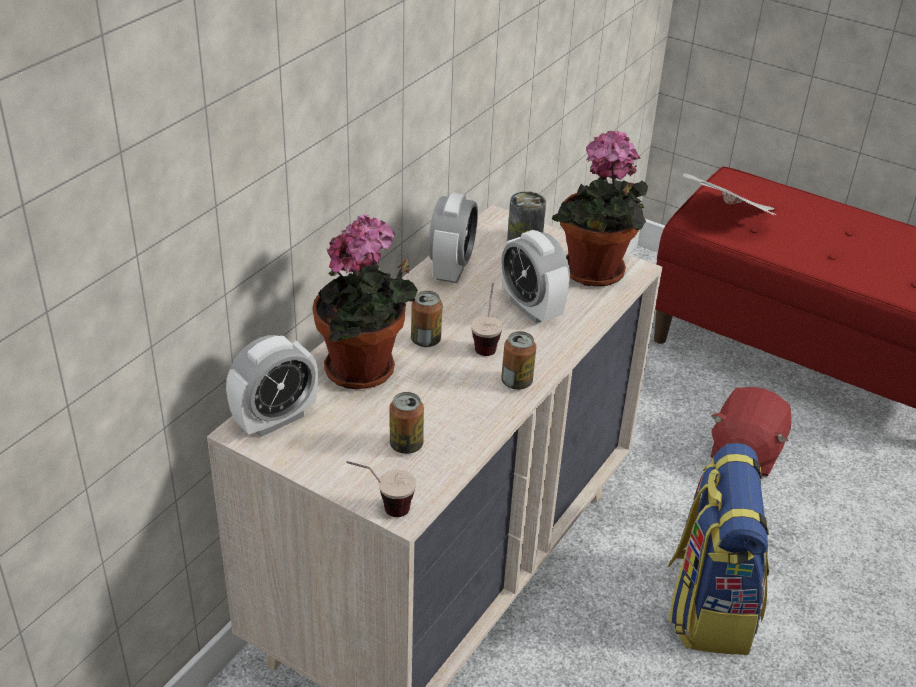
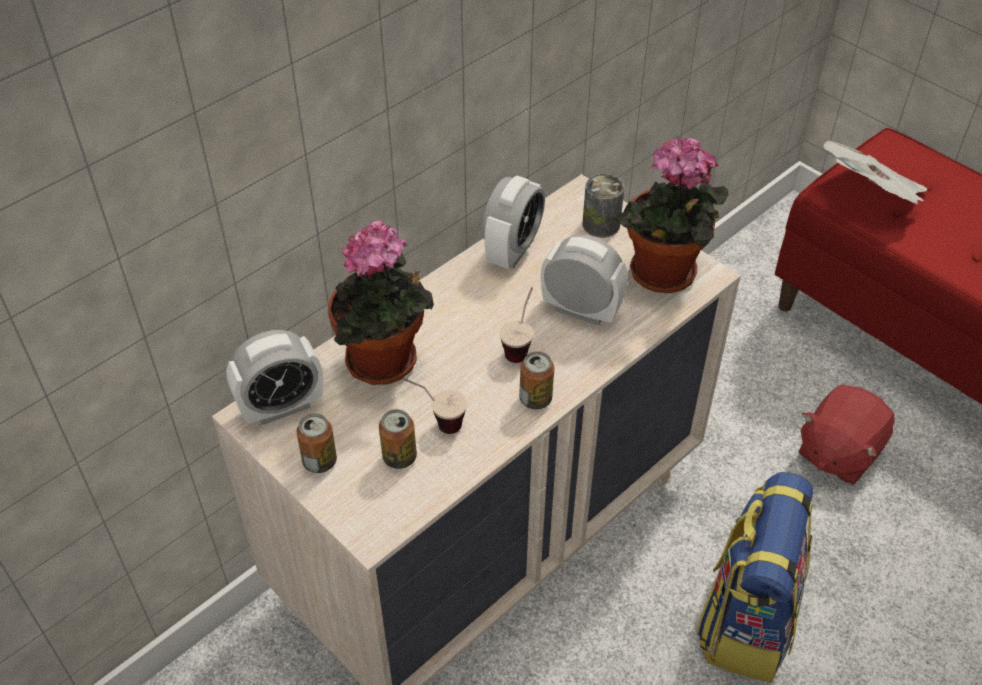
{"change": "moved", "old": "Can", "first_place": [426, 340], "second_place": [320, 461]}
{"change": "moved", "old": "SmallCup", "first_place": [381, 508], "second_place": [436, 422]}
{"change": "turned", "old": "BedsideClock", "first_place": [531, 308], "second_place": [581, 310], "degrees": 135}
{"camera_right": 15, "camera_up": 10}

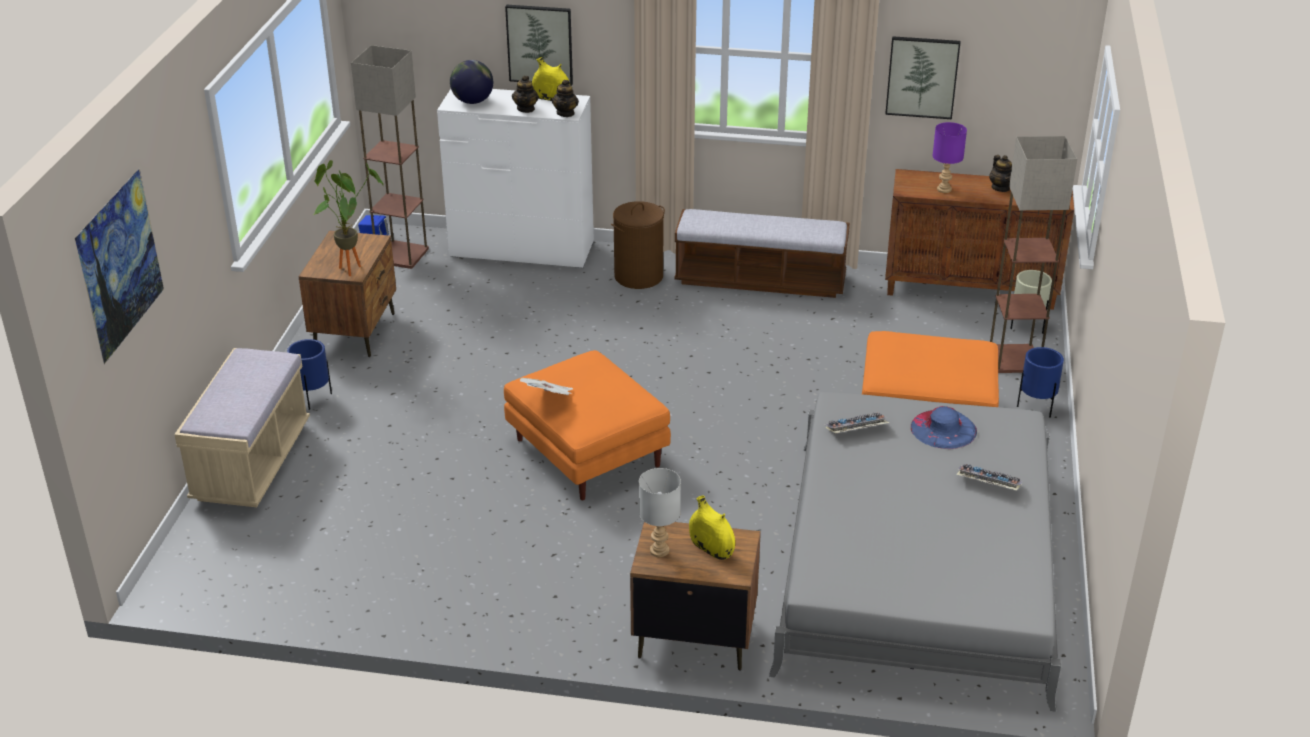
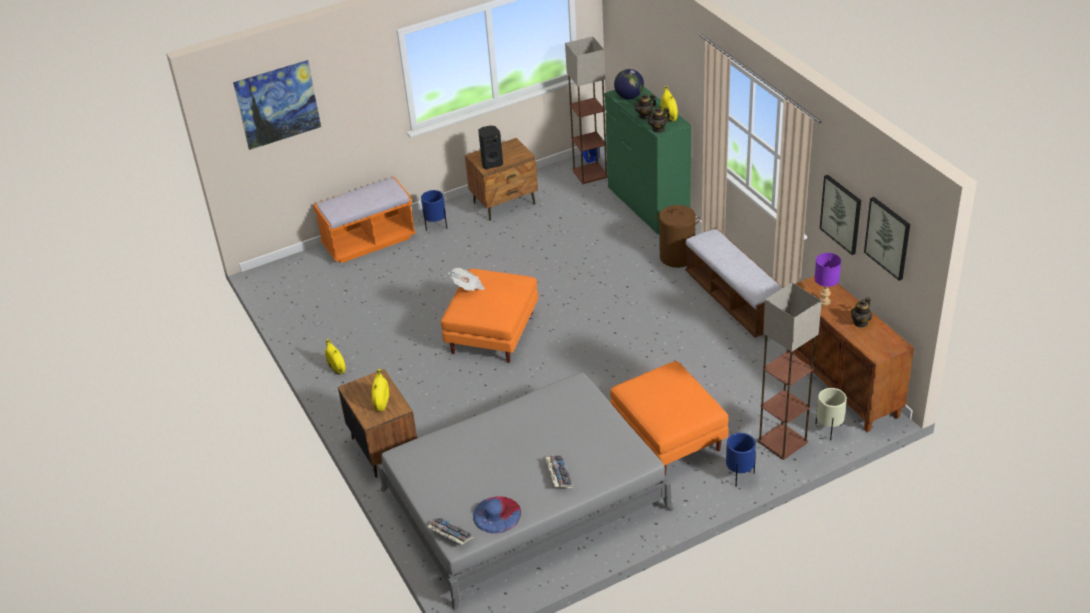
{"change": "recoloured", "old": "SandColouredIndoorBench", "new": "OrangeIndoorBench", "first_place": [252, 463], "second_place": [369, 241]}
{"change": "added", "new": "YellowColouredDecorativeVase", "second_place": [336, 367]}
{"change": "moved", "old": "Keyboard", "first_place": [855, 430], "second_place": [450, 534]}
{"change": "moved", "old": "BluishWearableHat", "first_place": [943, 429], "second_place": [497, 514]}
{"change": "replaced", "old": "Houseplant", "new": "BlackishSpeaker", "first_place": [351, 267], "second_place": [491, 163]}
{"change": "recoloured", "old": "WhitishDresser", "new": "GreenColouredDresser", "first_place": [522, 250], "second_place": [648, 205]}
{"change": "moved", "old": "Picture", "first_place": [540, 44], "second_place": [888, 238]}
{"change": "removed", "old": "GreyishTableLamp", "first_place": [658, 551]}
{"camera_right": 55, "camera_up": 5}

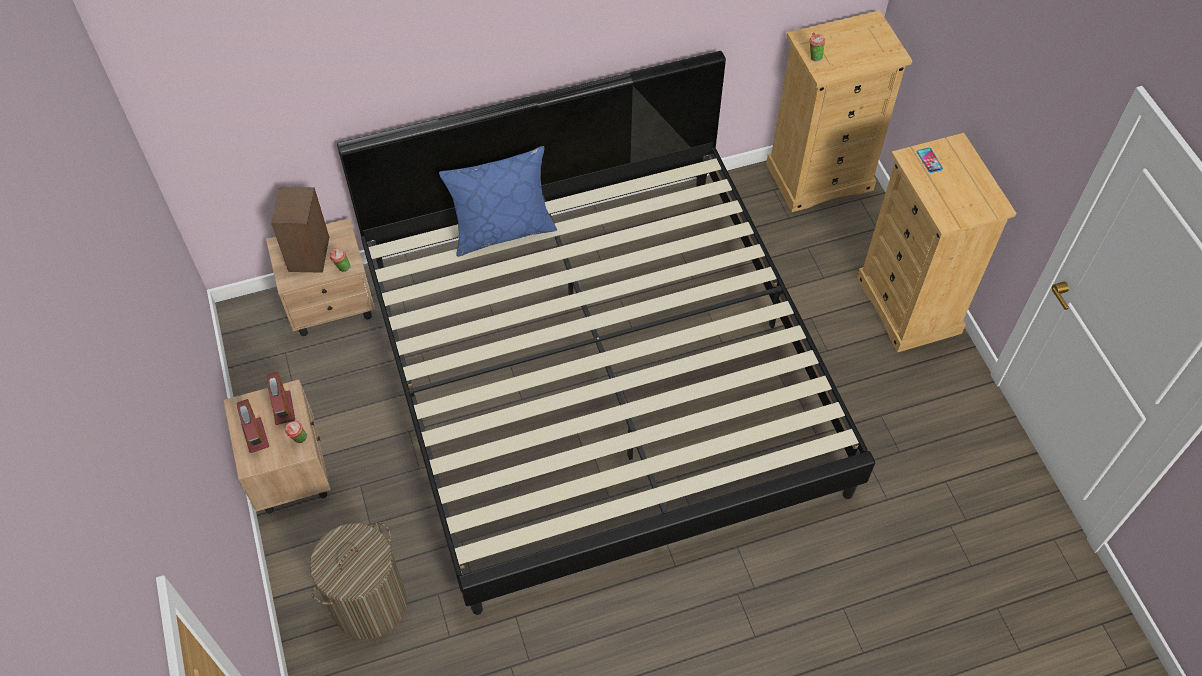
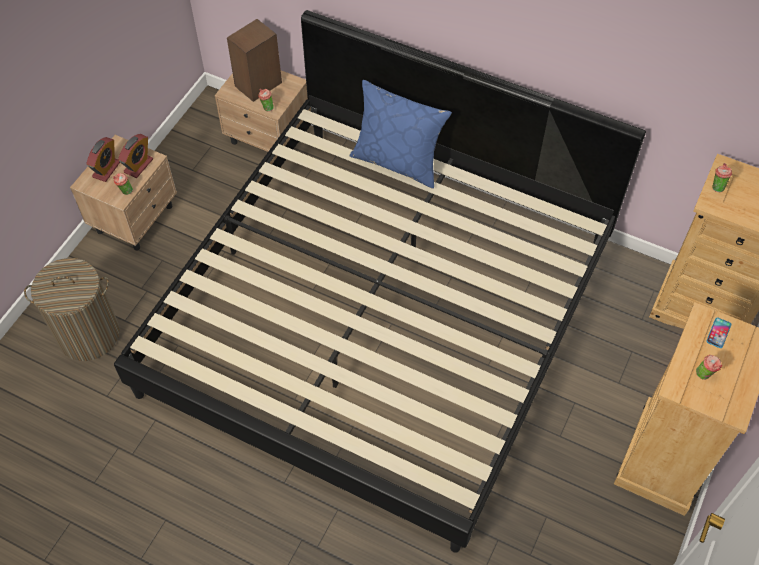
{"change": "added", "new": "SmallCup", "second_place": [705, 375]}
{"camera_right": 45, "camera_up": 0}

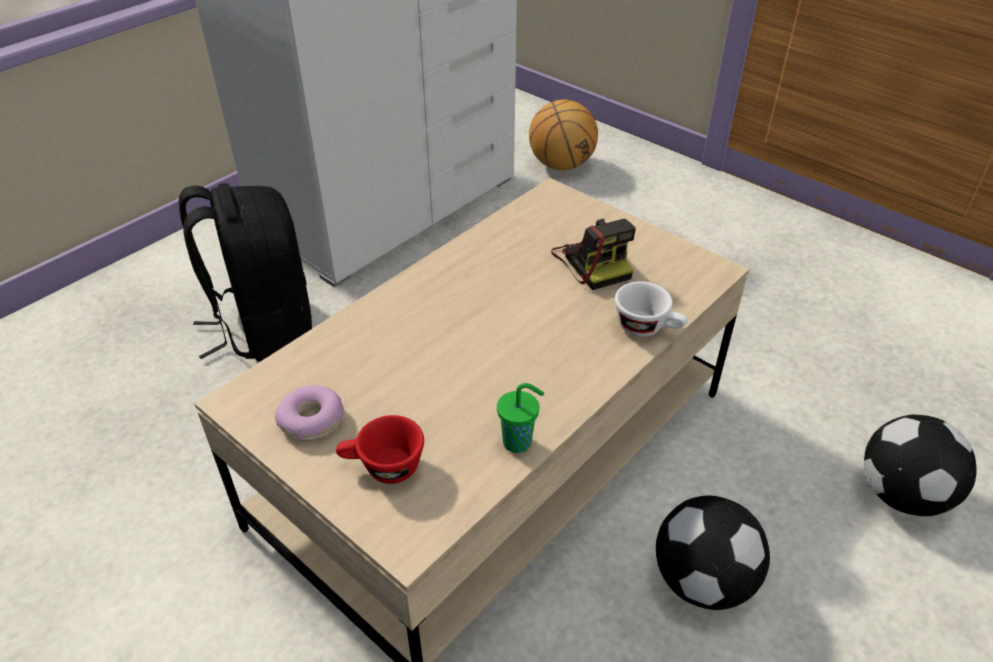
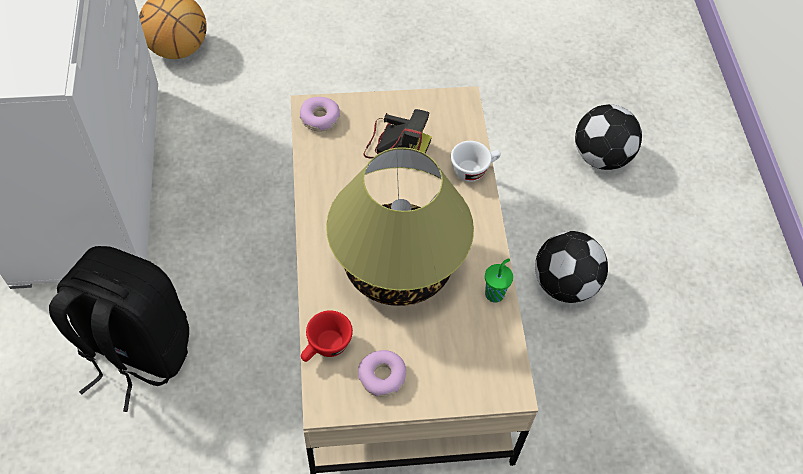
{"change": "added", "new": "RingDoughnut", "second_place": [320, 119]}
{"change": "moved", "old": "ReddishSmallCup", "first_place": [383, 468], "second_place": [325, 348]}
{"change": "added", "new": "TableLamp", "second_place": [398, 268]}
{"camera_right": -50, "camera_up": 15}

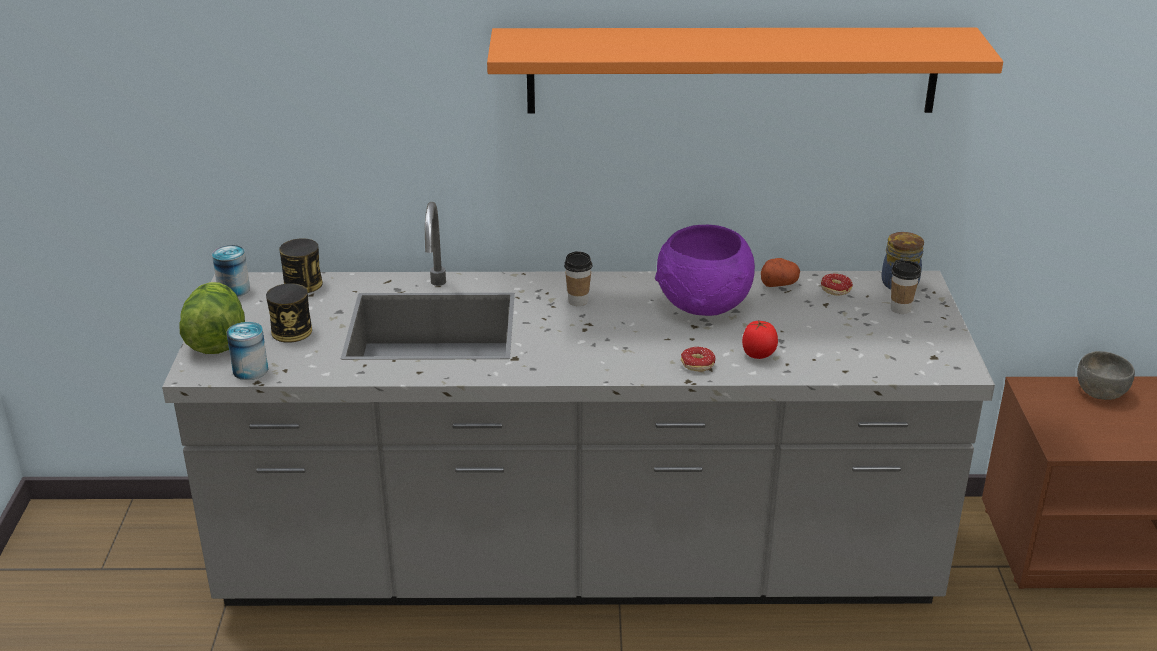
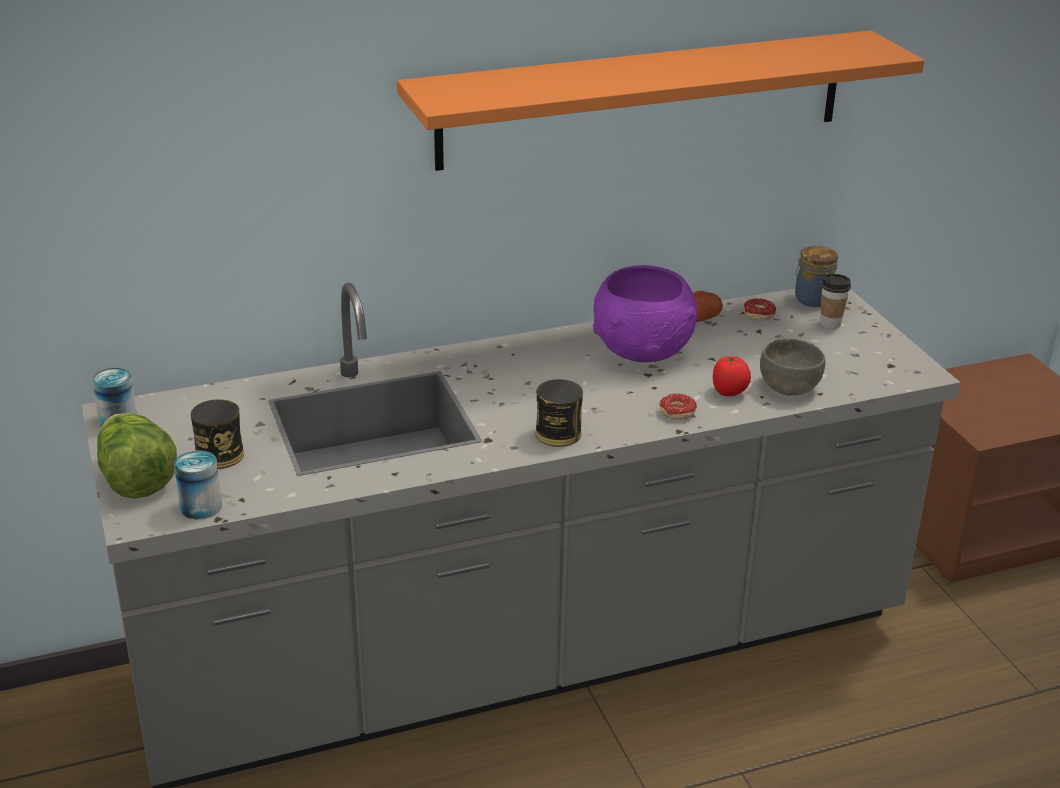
{"change": "moved", "old": "Can", "first_place": [303, 284], "second_place": [558, 434]}
{"change": "moved", "old": "GreyishServingBowl", "first_place": [1100, 391], "second_place": [789, 386]}
{"change": "removed", "old": "SmallCup", "first_place": [578, 301]}
{"camera_right": -20, "camera_up": 0}

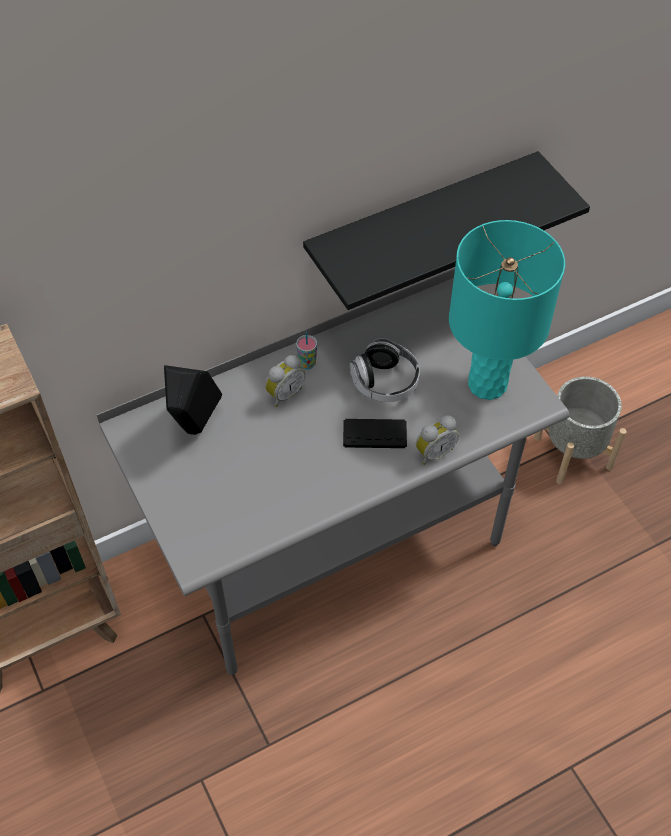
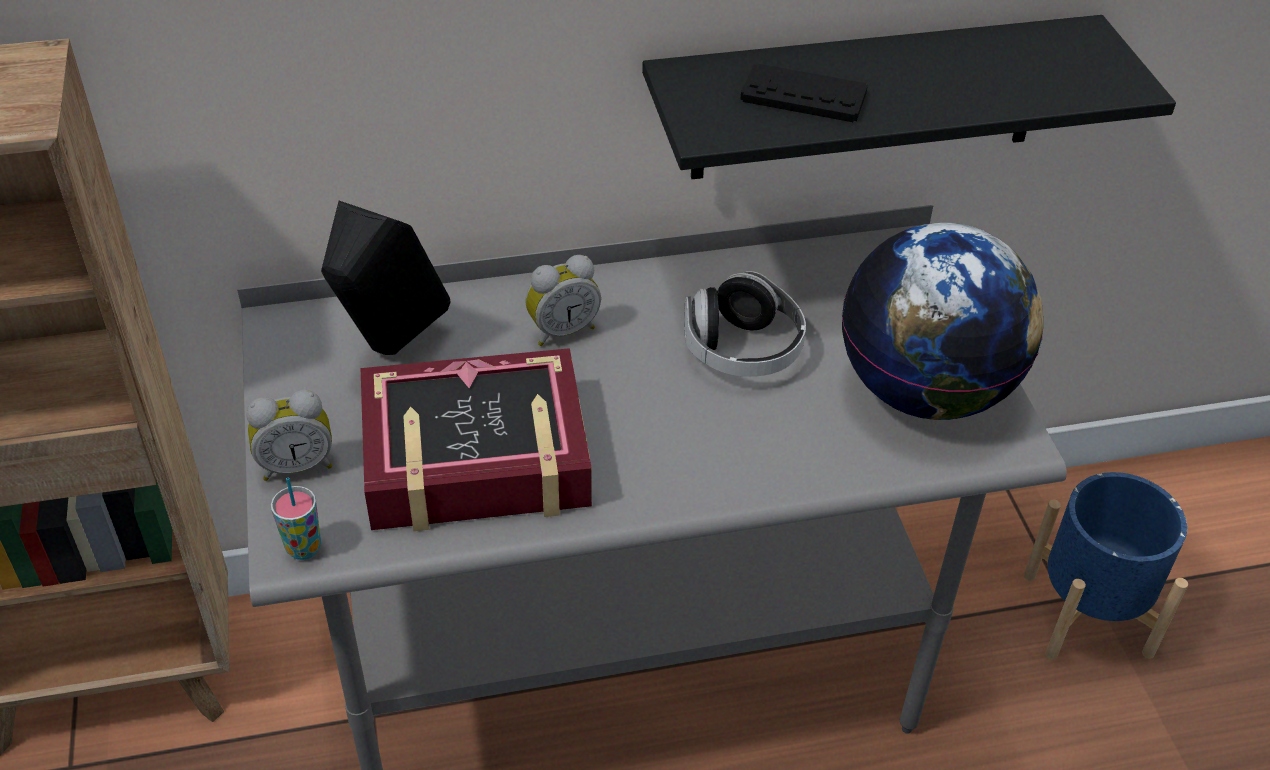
{"change": "moved", "old": "BedsideClock", "first_place": [433, 452], "second_place": [296, 465]}
{"change": "moved", "old": "SmallCup", "first_place": [307, 364], "second_place": [303, 548]}
{"change": "added", "new": "BoundBook", "second_place": [476, 458]}
{"change": "moved", "old": "BlackishGameController", "first_place": [374, 434], "second_place": [803, 96]}
{"change": "replaced", "old": "BlueGreenTableLamp", "new": "WorldGlobe", "first_place": [488, 384], "second_place": [926, 391]}
{"change": "recoloured", "old": "GreyishPlantPot", "new": "BluishPlantPot", "first_place": [572, 452], "second_place": [1087, 613]}
{"camera_right": 15, "camera_up": -10}

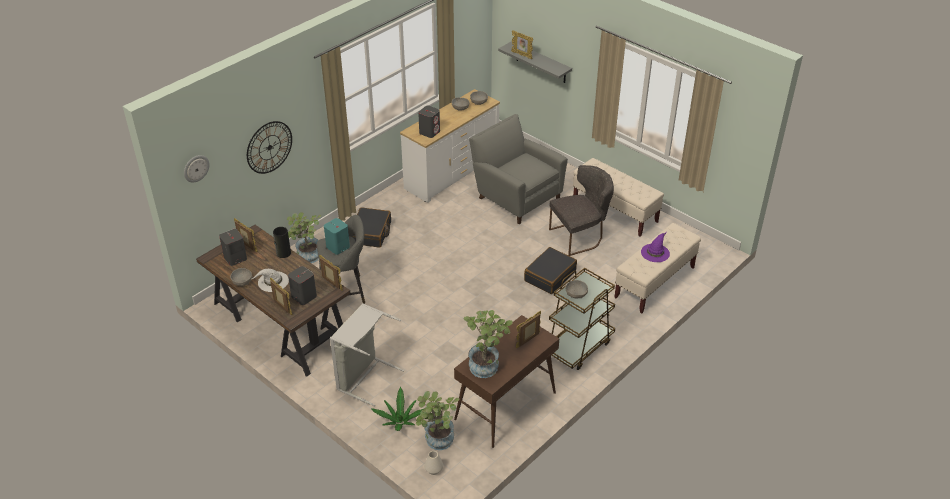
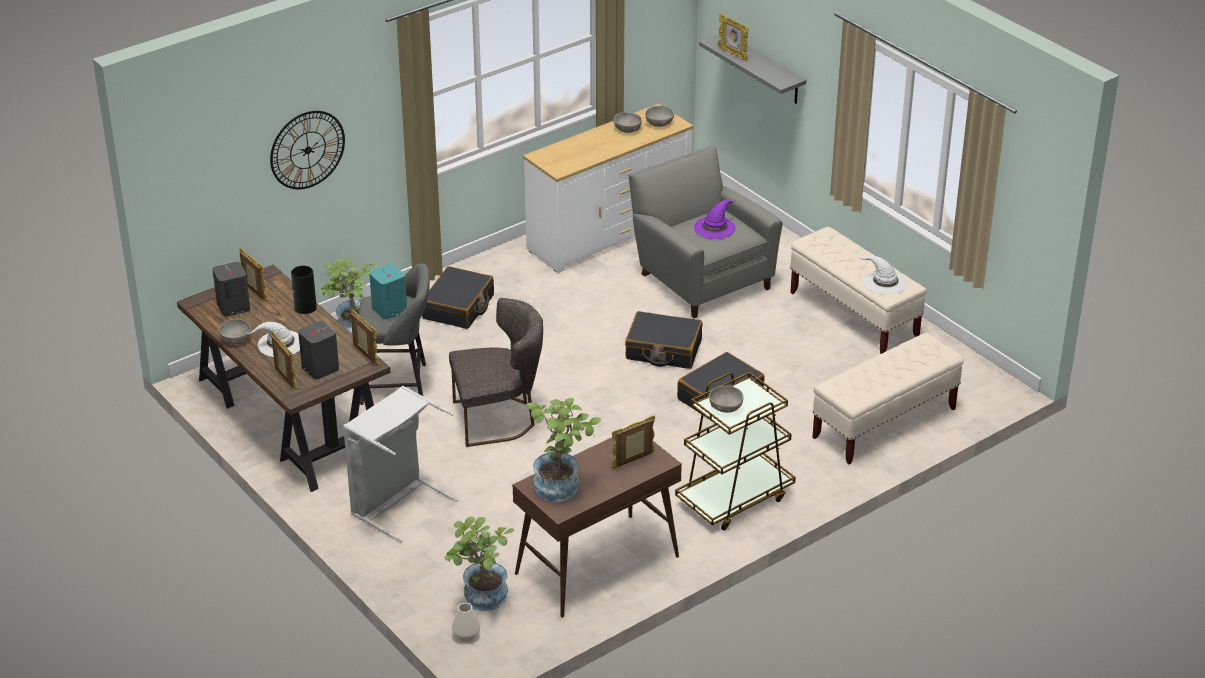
{"change": "moved", "old": "GreyishPlainChair", "first_place": [580, 236], "second_place": [499, 418]}
{"change": "added", "new": "BlackishPieceOfLuggage", "second_place": [663, 350]}
{"change": "moved", "old": "PurpleWearableHat", "first_place": [655, 252], "second_place": [715, 227]}
{"change": "added", "new": "WhitishWearableHat", "second_place": [884, 282]}
{"change": "removed", "old": "WallClock", "first_place": [196, 168]}
{"change": "removed", "old": "Houseplant", "first_place": [400, 421]}
{"change": "removed", "old": "GreyishSpeaker", "first_place": [429, 132]}
{"camera_right": 10, "camera_up": -5}

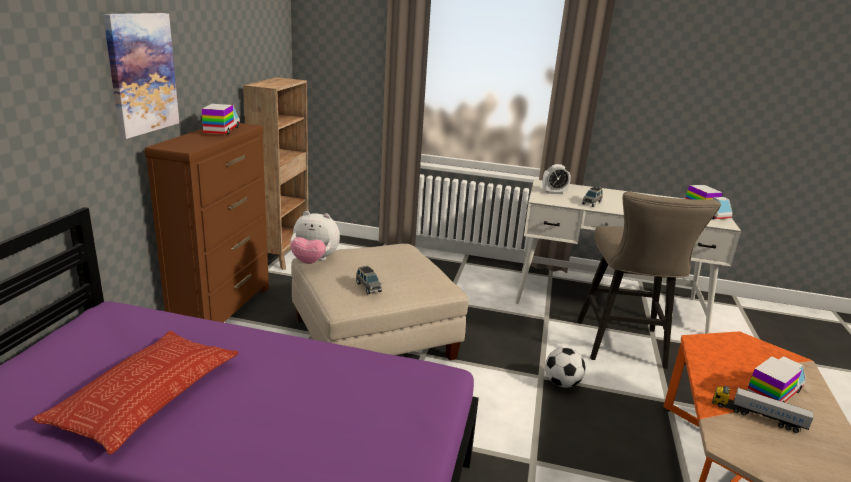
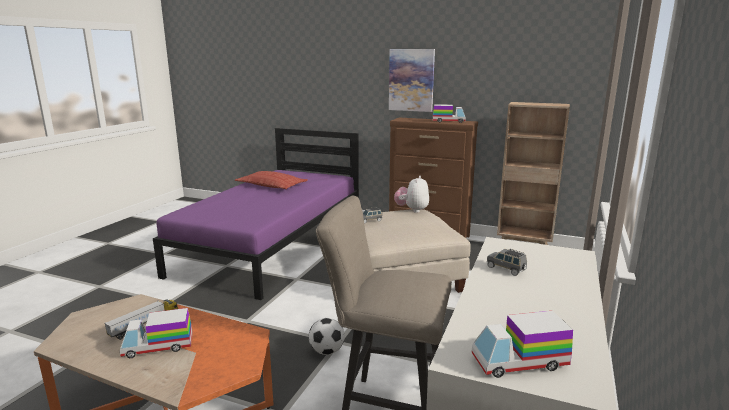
{"change": "turned", "old": "ToyTruck", "first_place": [773, 393], "second_place": [158, 346], "degrees": 105}
{"change": "removed", "old": "BedsideClock", "first_place": [554, 192]}
{"camera_right": 100, "camera_up": -5}

